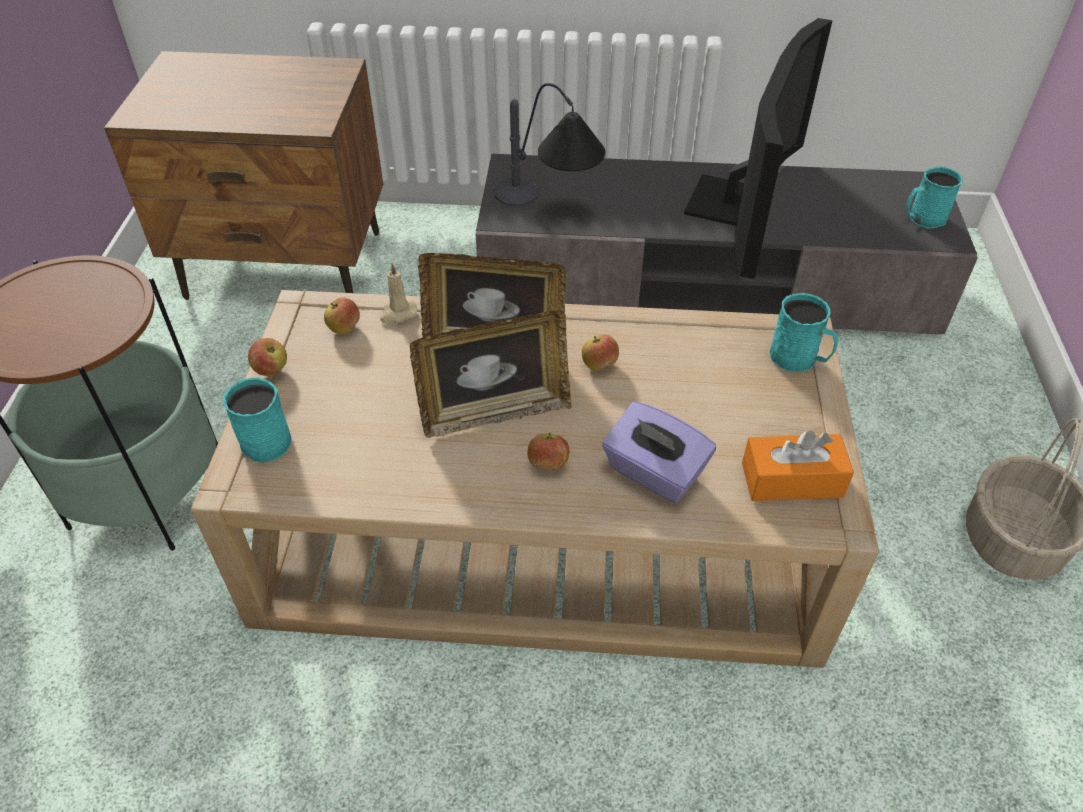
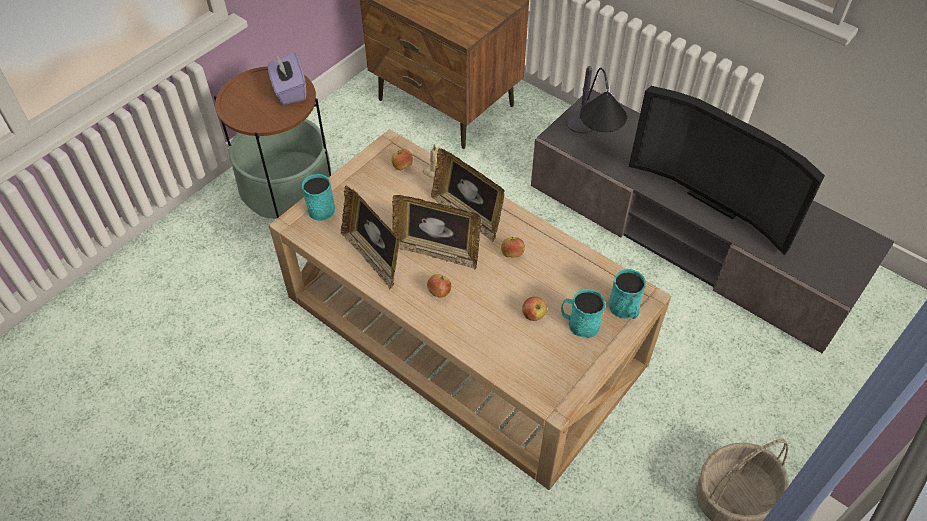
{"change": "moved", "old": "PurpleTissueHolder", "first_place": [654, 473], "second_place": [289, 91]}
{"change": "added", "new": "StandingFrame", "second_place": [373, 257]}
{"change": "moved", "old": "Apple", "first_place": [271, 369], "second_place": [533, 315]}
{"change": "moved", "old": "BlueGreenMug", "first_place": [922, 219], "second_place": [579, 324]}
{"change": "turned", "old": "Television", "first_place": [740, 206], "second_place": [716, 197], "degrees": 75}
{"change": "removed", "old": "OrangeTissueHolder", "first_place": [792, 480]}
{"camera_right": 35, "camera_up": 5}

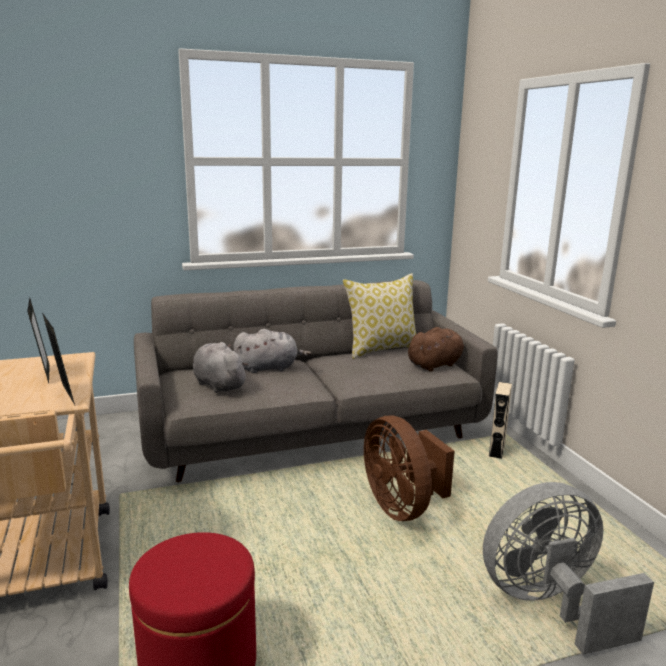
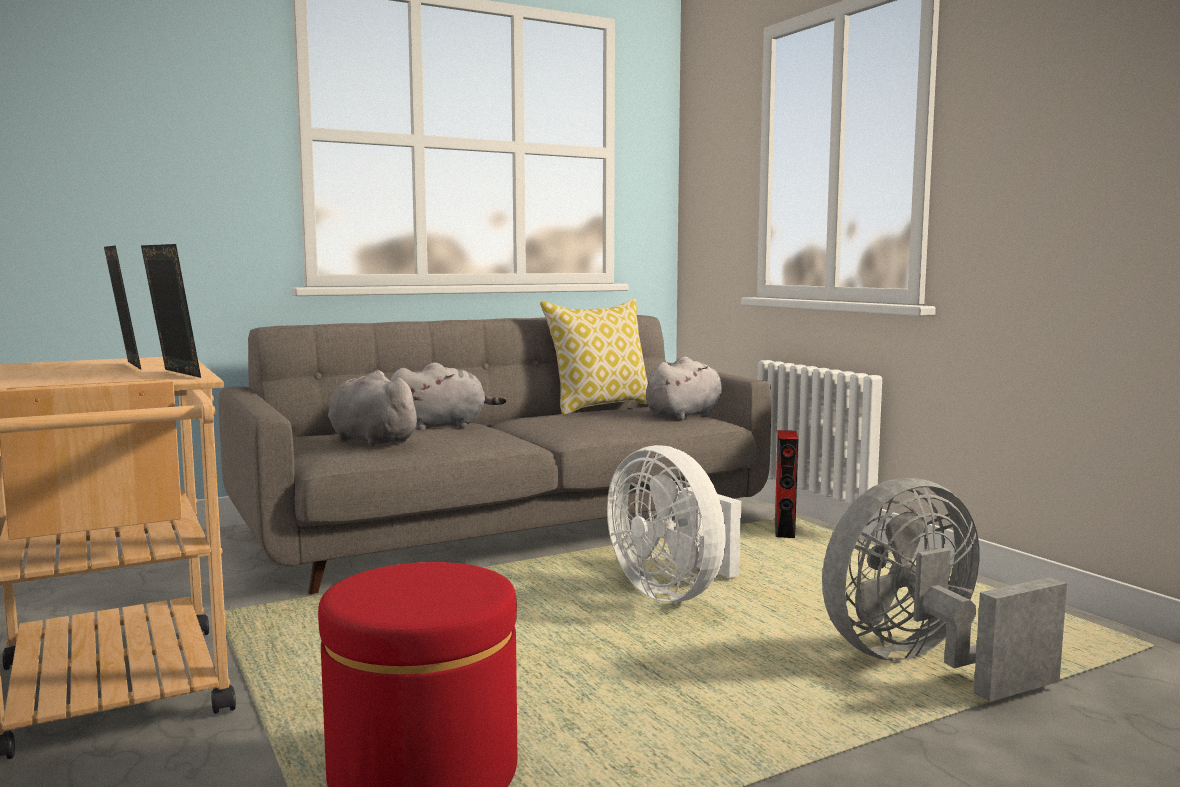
{"change": "recoloured", "old": "BrownElectricFan", "new": "WhitishElectricFan", "first_place": [402, 507], "second_place": [673, 592]}
{"change": "recoloured", "old": "BrownCuddlyToy", "new": "GreyishCuddlyToy", "first_place": [436, 365], "second_place": [685, 415]}
{"change": "recoloured", "old": "SandColouredSpeaker", "new": "ReddishSpeaker", "first_place": [496, 451], "second_place": [784, 532]}
{"camera_right": -10, "camera_up": -10}

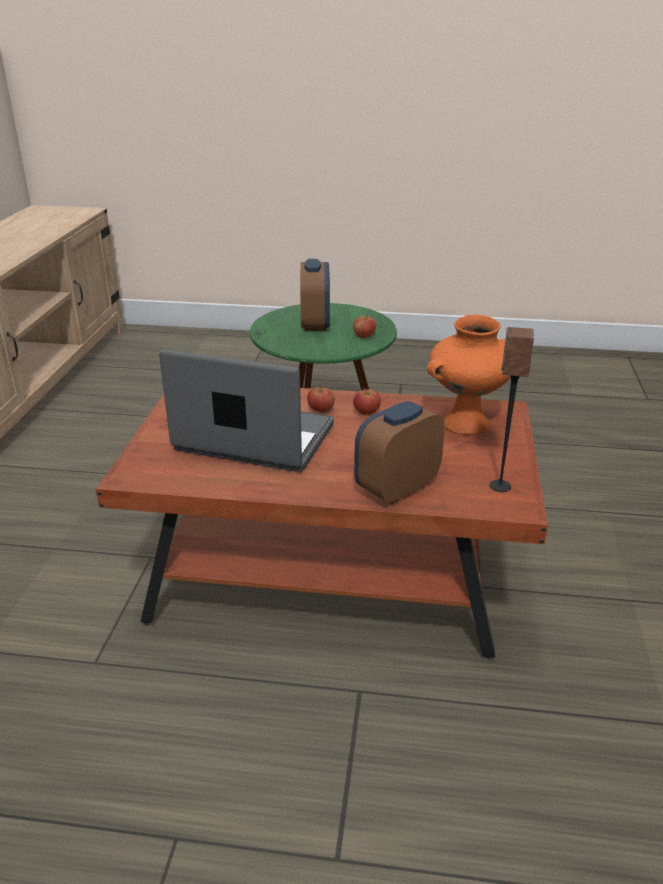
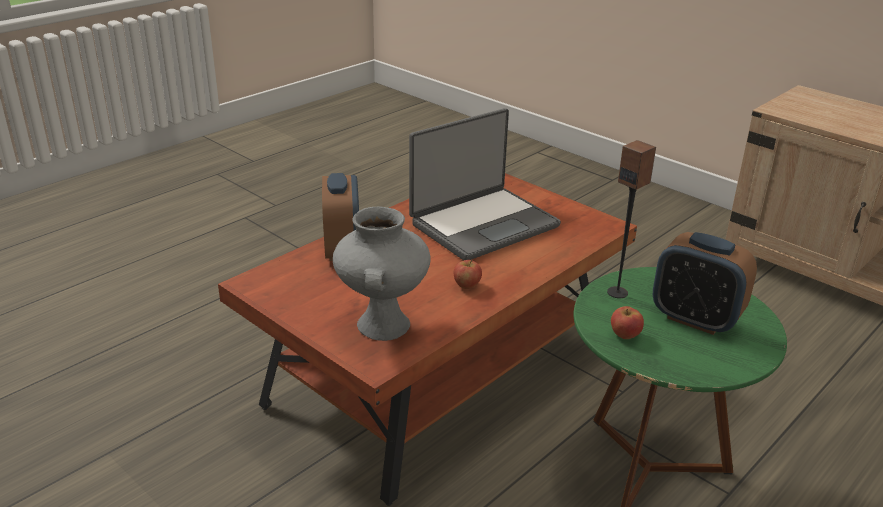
{"change": "recoloured", "old": "OrangeDecorativeVase", "new": "GreyishDecorativeVase", "first_place": [465, 424], "second_place": [382, 324]}
{"change": "moved", "old": "Speaker", "first_place": [499, 486], "second_place": [617, 292]}
{"change": "removed", "old": "Apple", "first_place": [321, 410]}
{"camera_right": 125, "camera_up": 0}

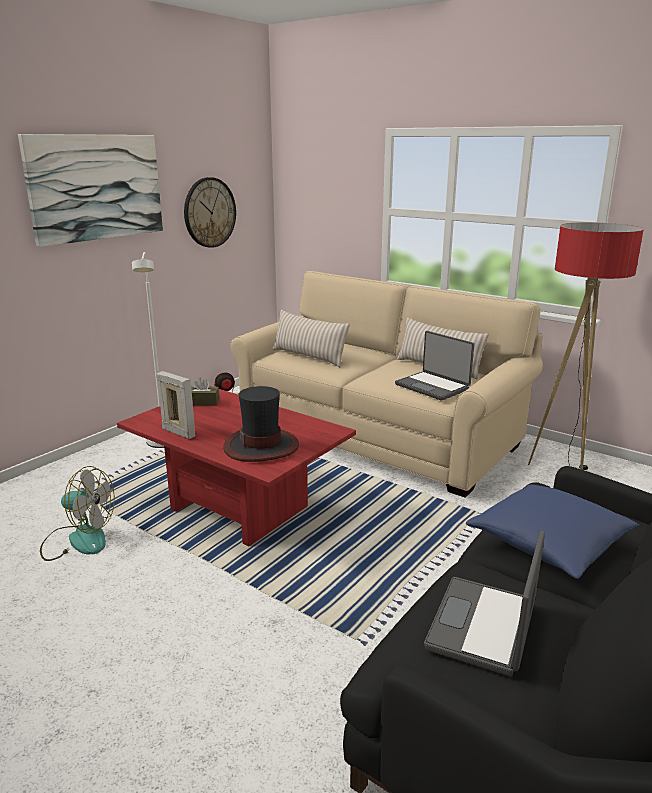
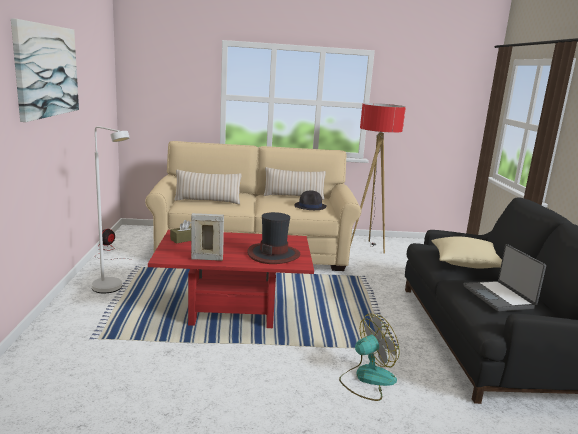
{"change": "replaced", "old": "Laptop", "new": "BlackishWearableHat", "first_place": [433, 386], "second_place": [310, 206]}
{"change": "moved", "old": "ElectricFan", "first_place": [78, 540], "second_place": [367, 379]}
{"change": "recoloured", "old": "BluishThrowPillow", "new": "SandColouredThrowPillow", "first_place": [548, 544], "second_place": [465, 263]}
{"change": "removed", "old": "WallClock", "first_place": [209, 212]}
{"camera_right": -40, "camera_up": -5}

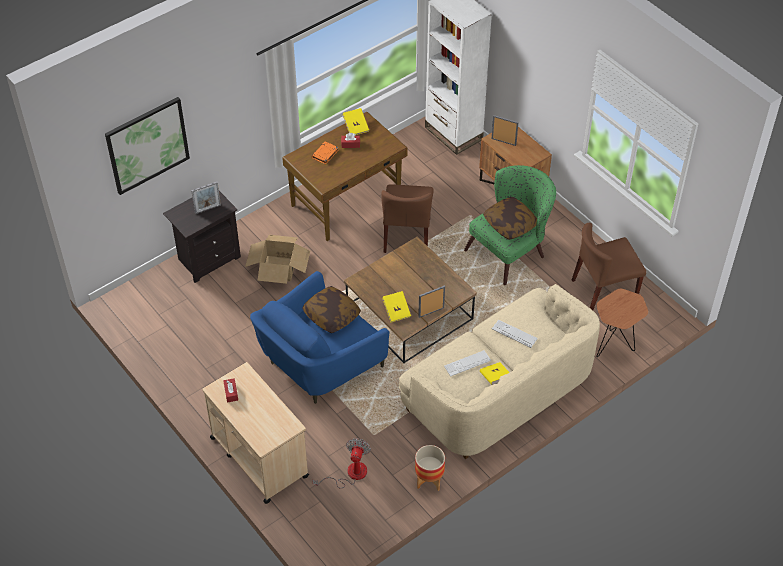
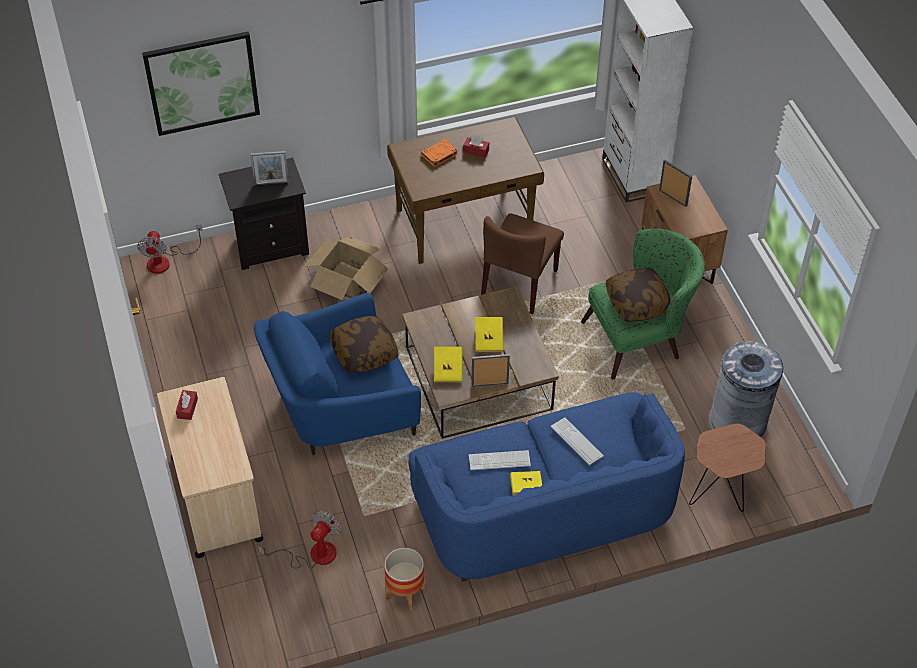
{"change": "added", "new": "ElectricFan", "second_place": [166, 261]}
{"change": "recoloured", "old": "SandColouredSofa", "new": "BluishSofa", "first_place": [499, 391], "second_place": [544, 510]}
{"change": "moved", "old": "YellowColouredBoundBook", "first_place": [356, 127], "second_place": [489, 340]}
{"change": "replaced", "old": "BrownPlainChair", "new": "GreyishWasteBin", "first_place": [604, 290], "second_place": [738, 422]}
{"camera_right": 20, "camera_up": 0}

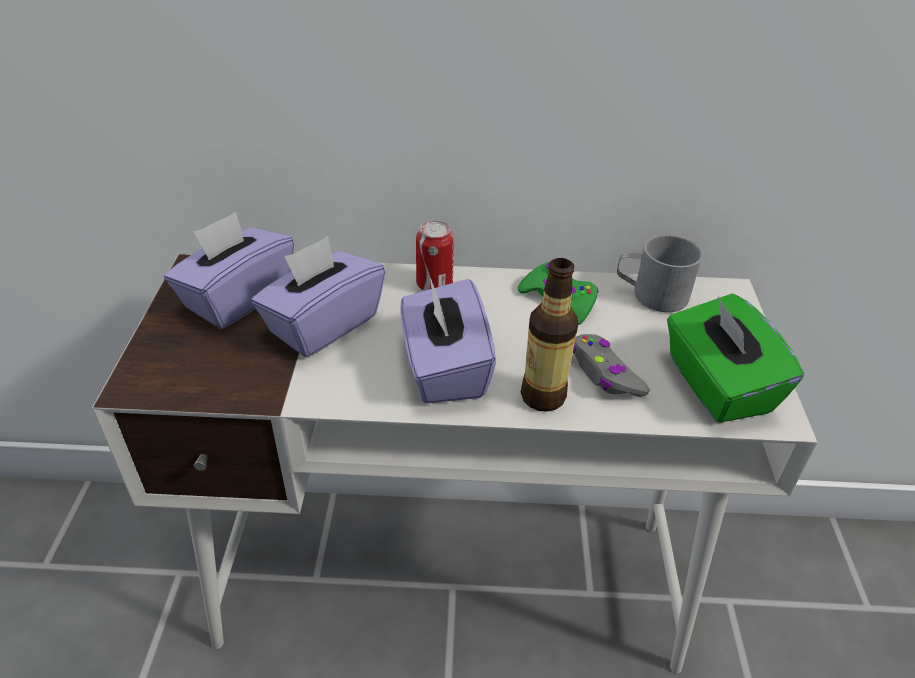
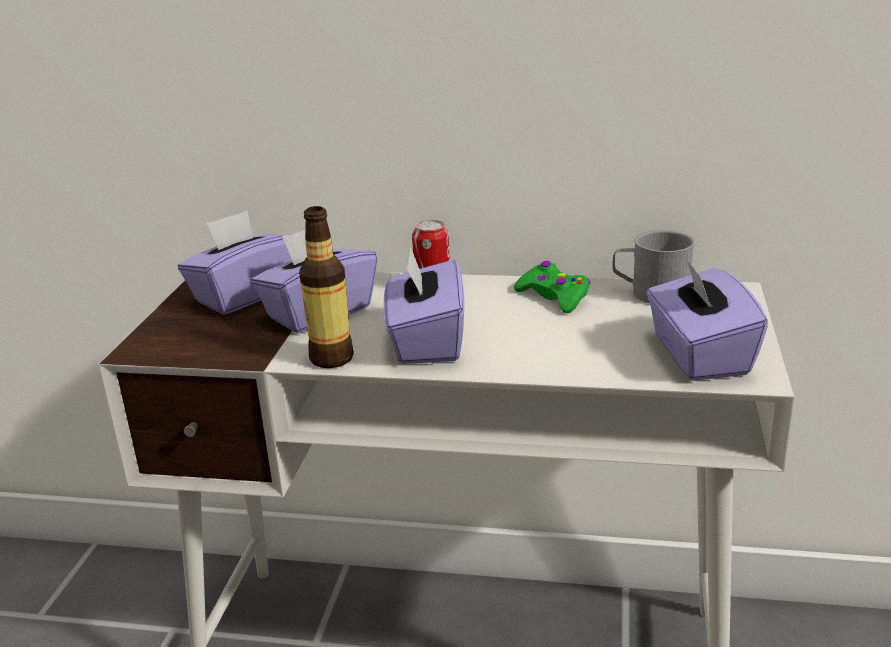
{"change": "moved", "old": "BeverageBottle", "first_place": [543, 396], "second_place": [331, 358]}
{"change": "recoloured", "old": "GreenColouredTissueHolder", "new": "PurpleTissueHolder", "first_place": [716, 385], "second_place": [699, 356]}
{"change": "removed", "old": "GreyishGameController", "first_place": [605, 374]}
{"camera_right": 10, "camera_up": -15}

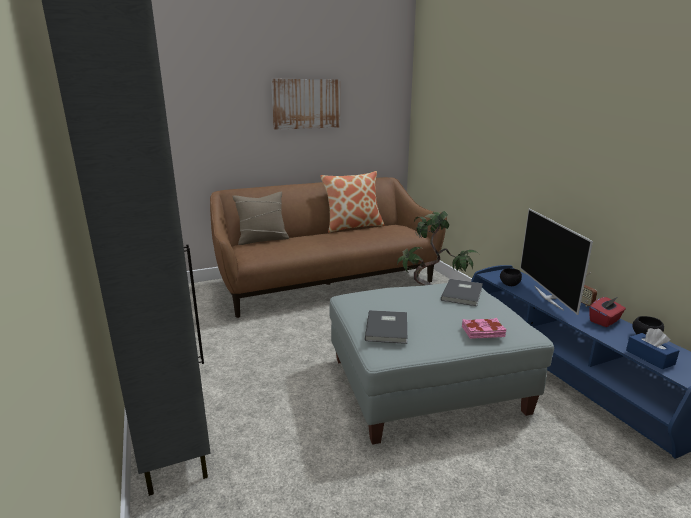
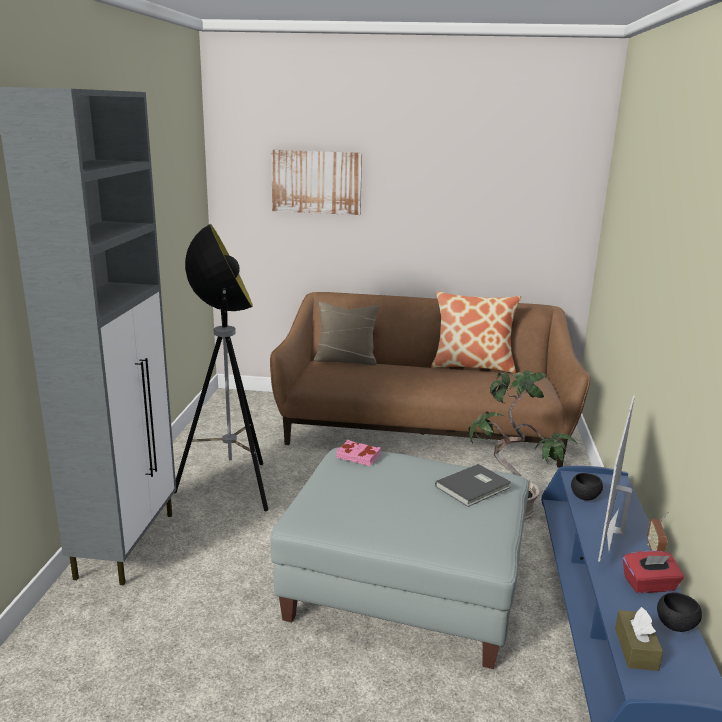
{"change": "added", "new": "FloorLamp", "second_place": [230, 488]}
{"change": "moved", "old": "Picture", "first_place": [306, 104], "second_place": [316, 182]}
{"change": "moved", "old": "PinkishBoundBook", "first_place": [483, 332], "second_place": [358, 457]}
{"change": "recoloured", "old": "BluishTissueHolder", "new": "BrownTissueHolder", "first_place": [649, 357], "second_place": [636, 649]}
{"change": "removed", "old": "GreyishBoundBook", "first_place": [388, 328]}
{"camera_right": 30, "camera_up": 0}

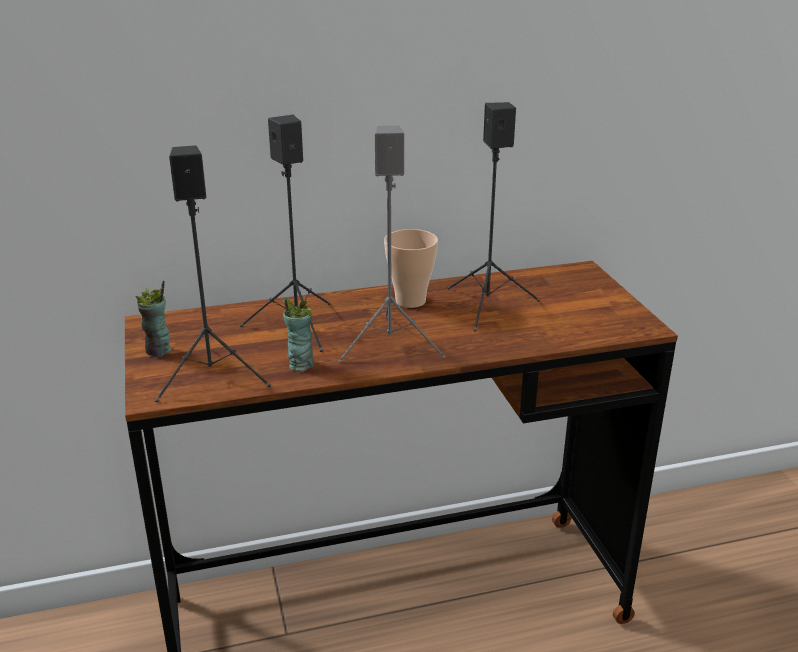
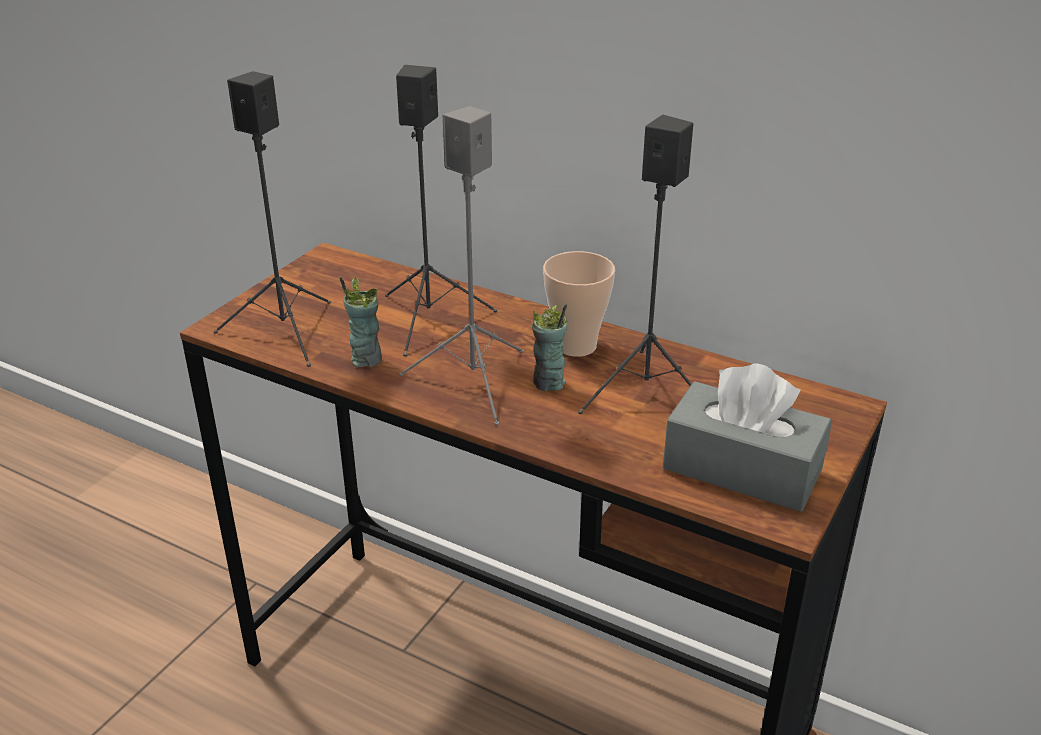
{"change": "moved", "old": "SmallCup", "first_place": [158, 351], "second_place": [548, 383]}
{"change": "added", "new": "GreyishTissueHolder", "second_place": [742, 469]}
{"camera_right": 45, "camera_up": 5}

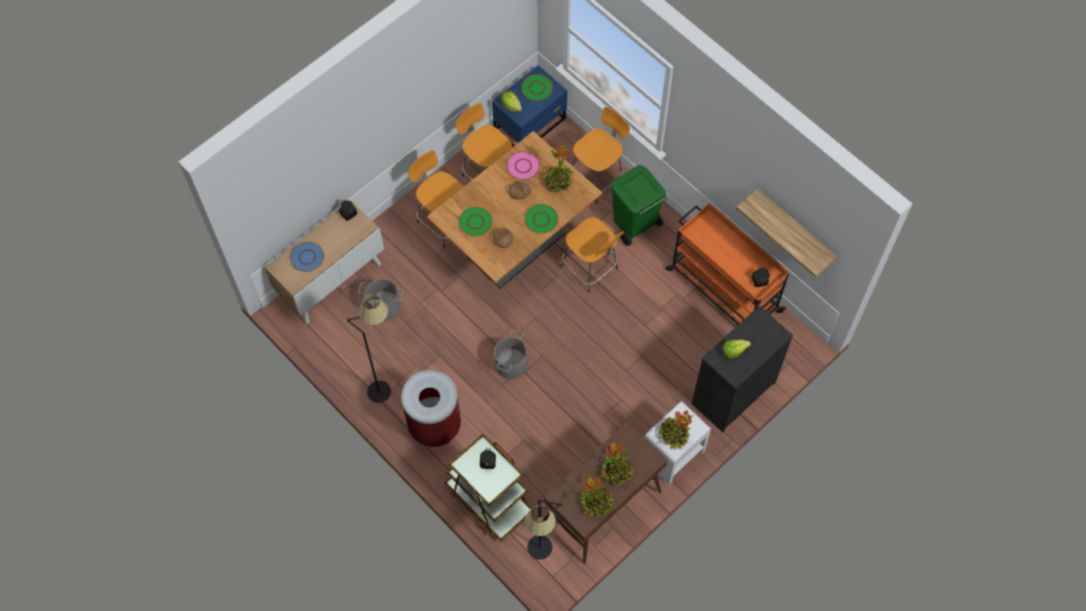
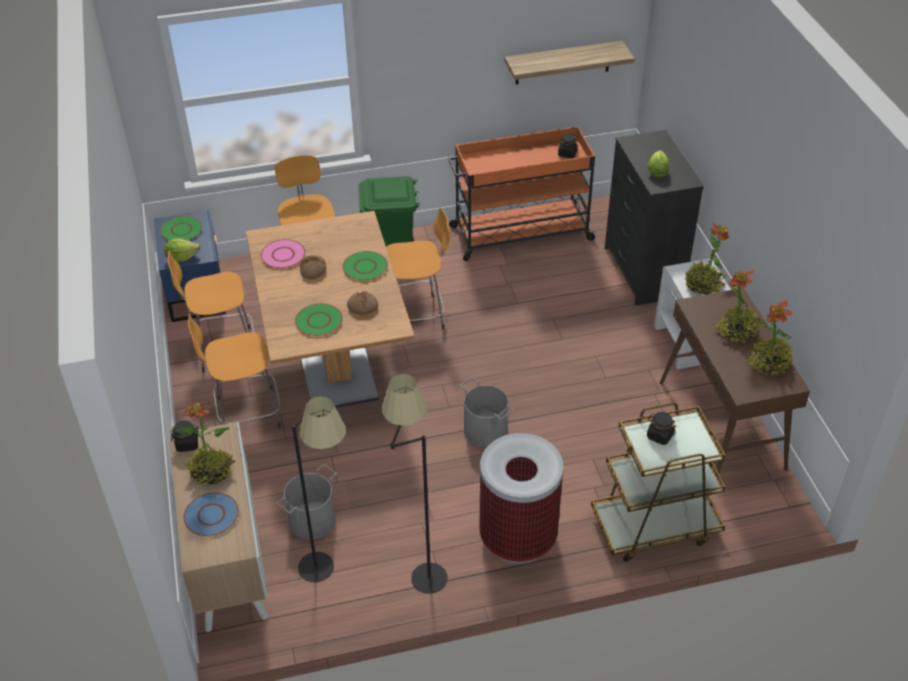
{"change": "moved", "old": "Houseplant", "first_place": [558, 182], "second_place": [211, 471]}
{"change": "moved", "old": "BlackishFloorLamp", "first_place": [541, 558], "second_place": [331, 572]}
{"camera_right": -60, "camera_up": -20}

